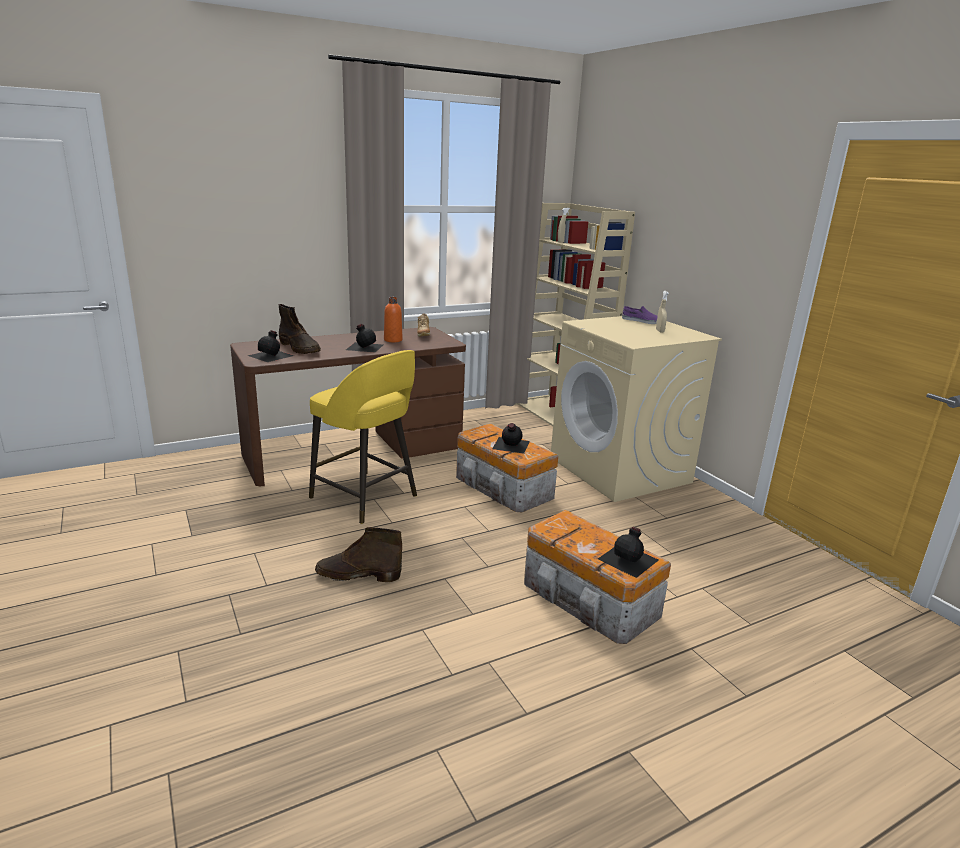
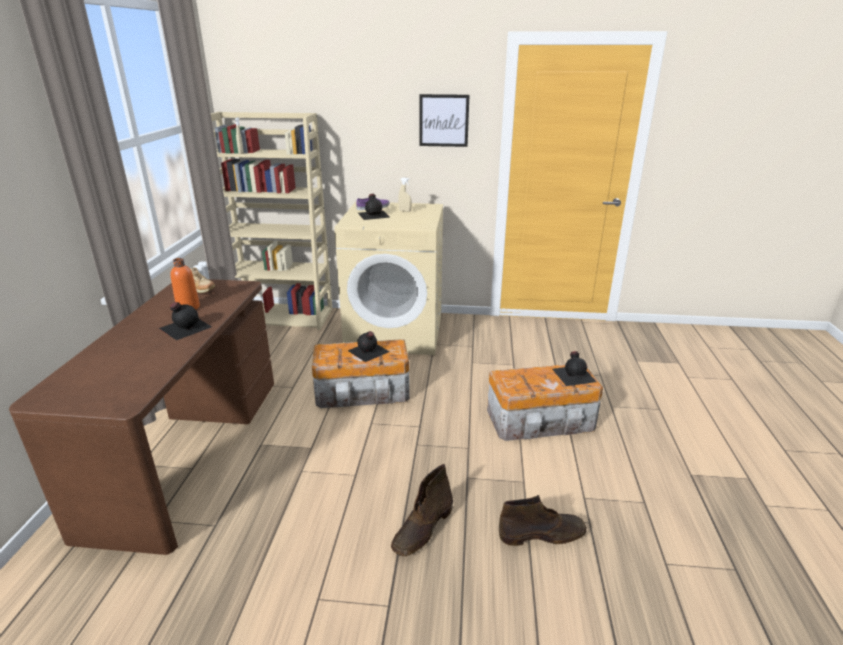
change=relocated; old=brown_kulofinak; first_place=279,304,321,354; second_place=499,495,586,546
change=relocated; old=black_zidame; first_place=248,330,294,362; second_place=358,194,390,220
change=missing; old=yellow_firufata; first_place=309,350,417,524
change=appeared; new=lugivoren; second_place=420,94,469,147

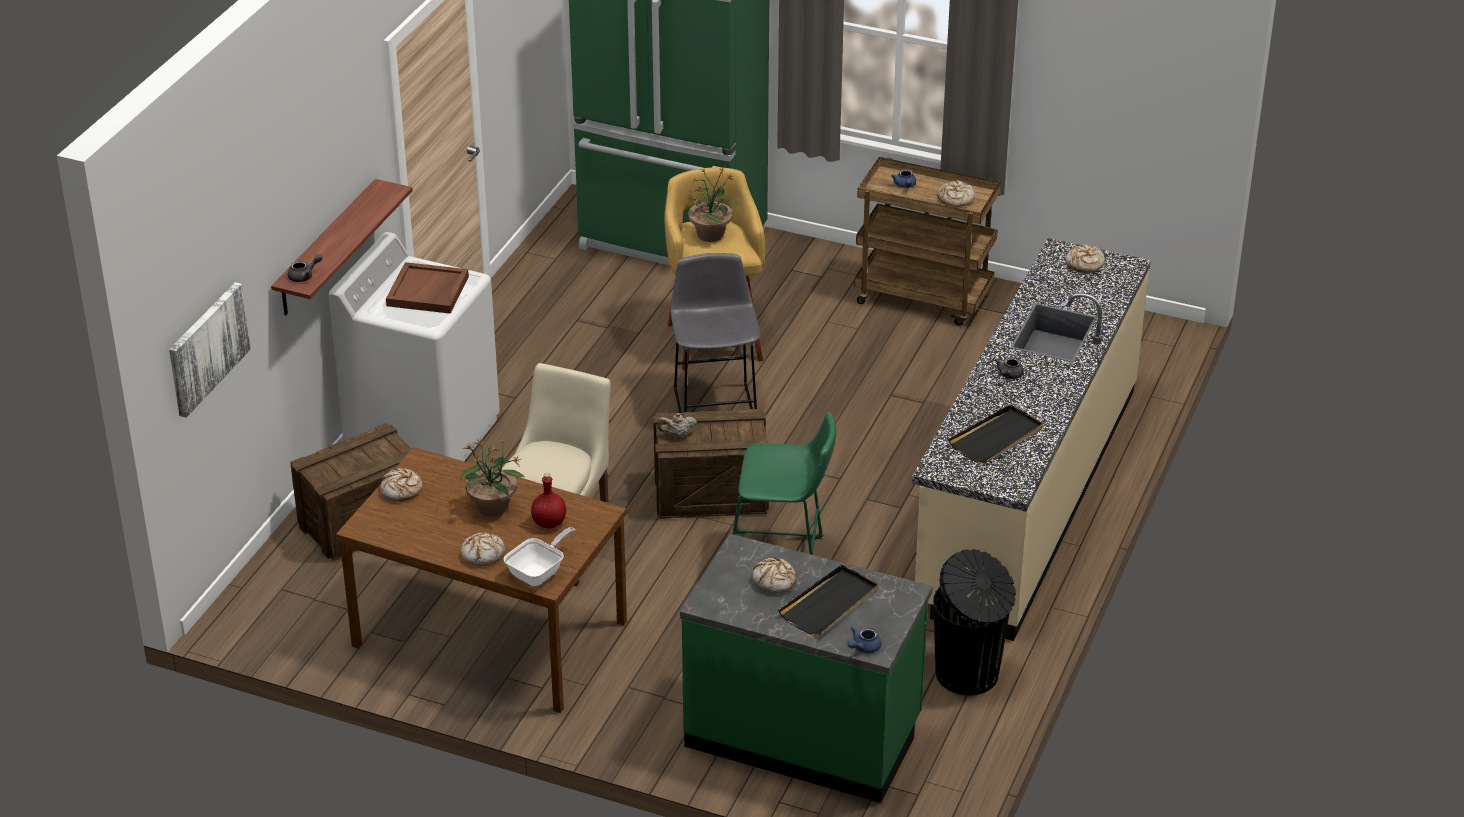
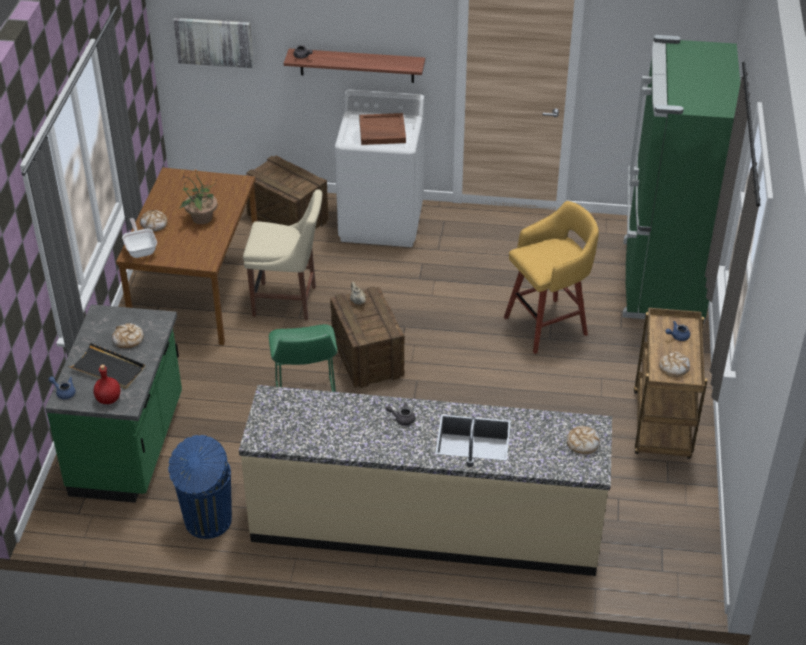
change=missing; old=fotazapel; first_place=688,168,740,242
change=missing; old=grey_firufata; first_place=671,253,760,413
change=missing; old=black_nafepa; first_place=948,404,1043,464
change=missing; old=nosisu; first_place=380,468,423,502
change=relocated; old=red_zidame; first_place=531,473,566,528; second_place=94,365,121,404
change=spun; old=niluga; first_place=504,527,575,586; second_place=122,218,157,258; degrees=-135
change=colour; old=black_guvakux; new=blue_guvakux; first_place=933,549,1016,695; second_place=168,435,232,539

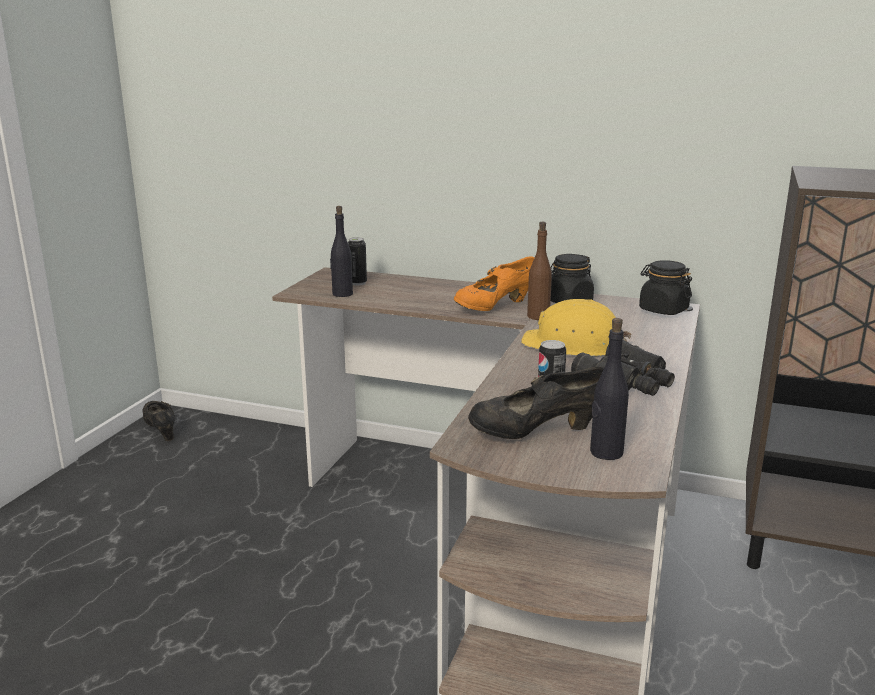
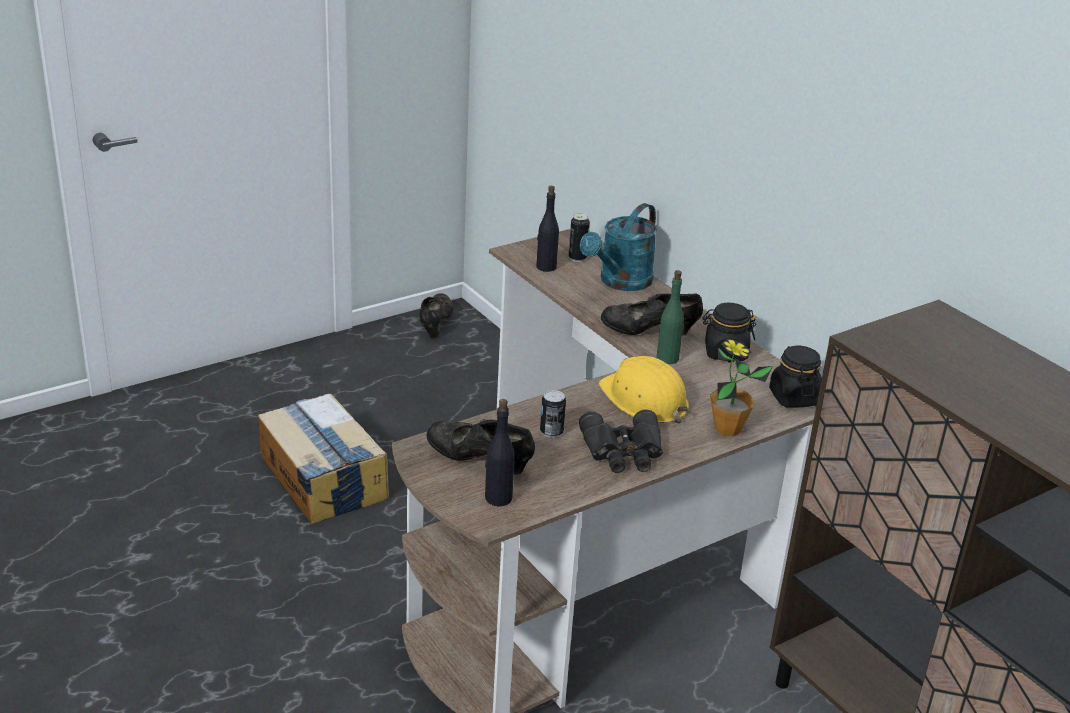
change=colour; old=brown_zidame; new=green_zidame; first_place=527,221,552,320; second_place=656,270,684,364
change=colour; old=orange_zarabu; new=black_zarabu; first_place=454,256,534,311; second_place=601,293,703,336
change=appeared; new=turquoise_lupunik; second_place=580,203,657,291
change=appeared; new=fotazapel; second_place=710,339,773,437
change=appeared; new=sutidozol; second_place=258,394,389,524

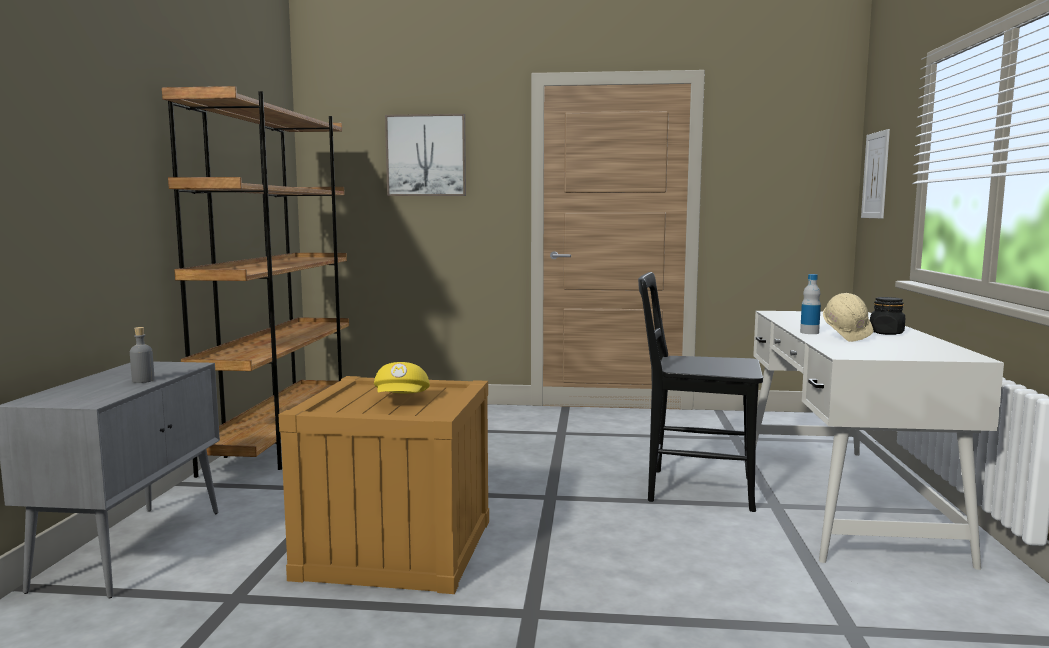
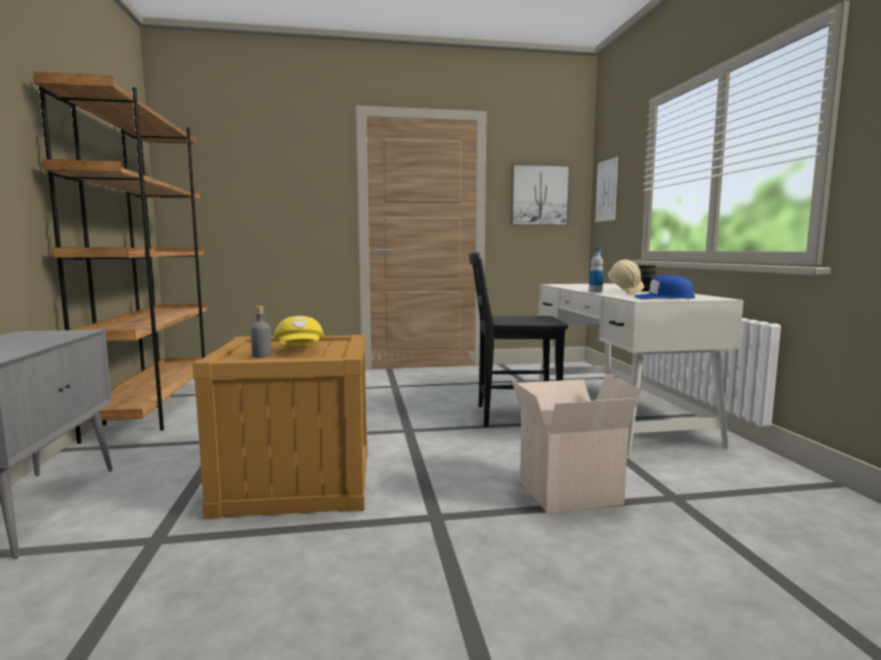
change=relocated; old=lugivoren; first_place=385,114,466,196; second_place=510,163,571,226
change=relocated; old=grey_zidame; first_place=130,327,155,383; second_place=251,306,272,358
change=appeared; new=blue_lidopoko; second_place=634,275,695,299
change=appeared; new=sutidozol; second_place=511,374,642,513

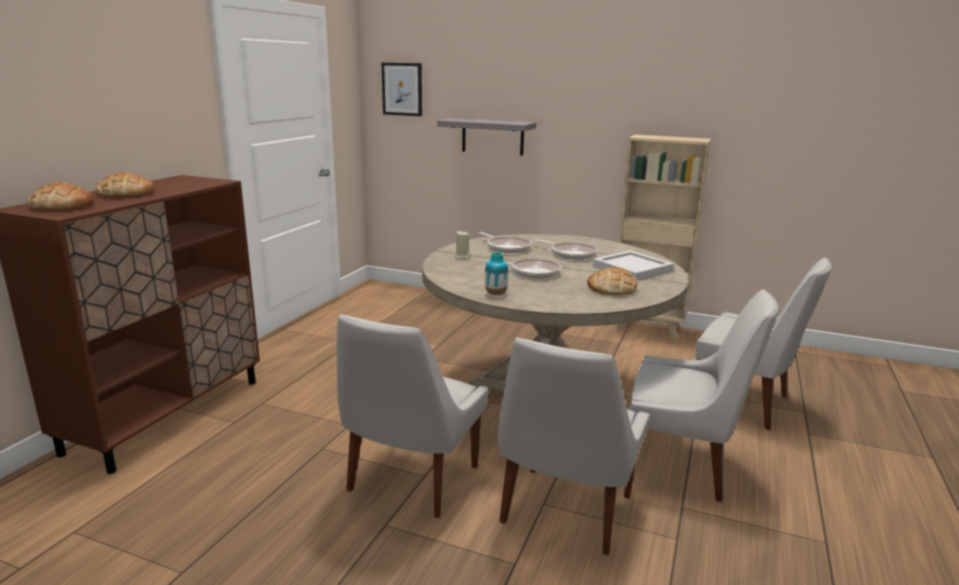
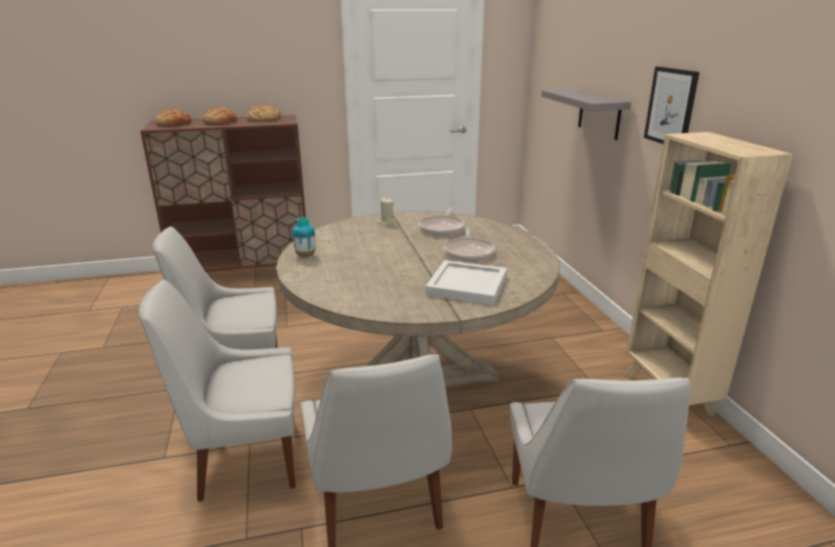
change=relocated; old=lugivoren; first_place=382,63,422,116; second_place=644,67,700,144
change=missing; old=niluga; first_place=484,259,561,279
change=relocated; old=nosisu; first_place=587,267,638,295; second_place=246,105,281,121

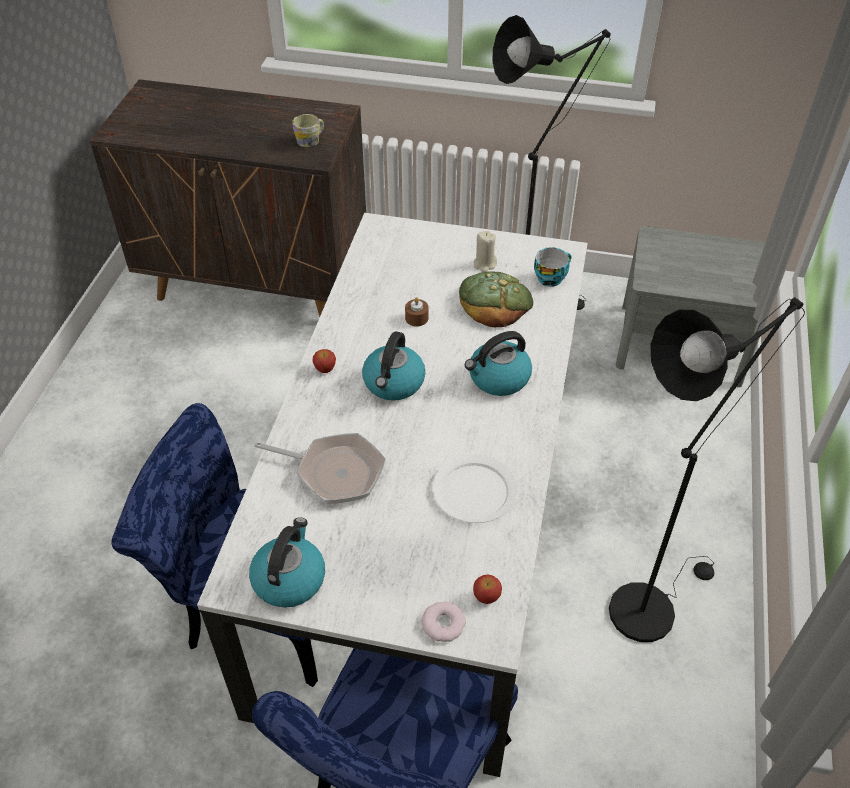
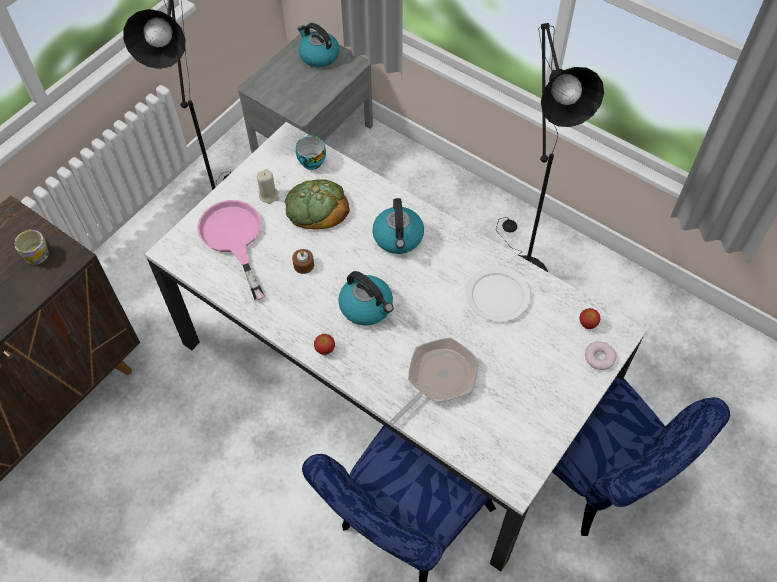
change=relocated; old=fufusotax; first_place=249,517,325,608; second_place=297,23,339,67
change=appeared; new=pink_niluga; second_place=197,200,265,301

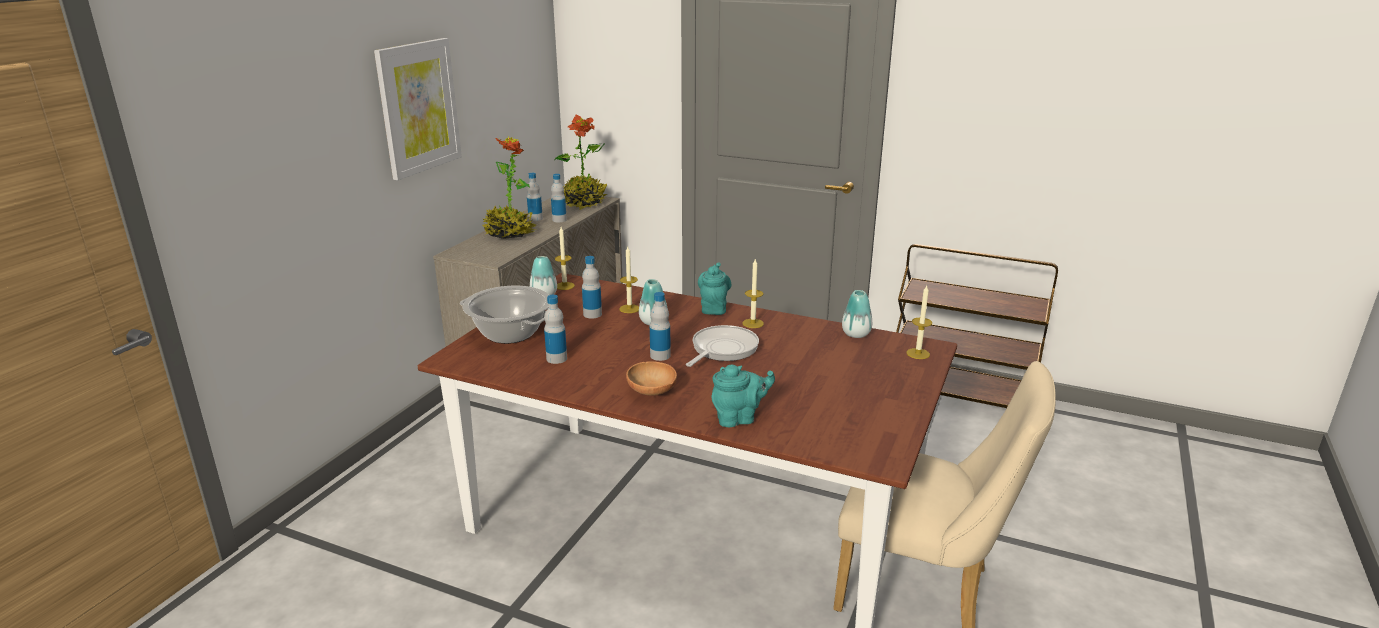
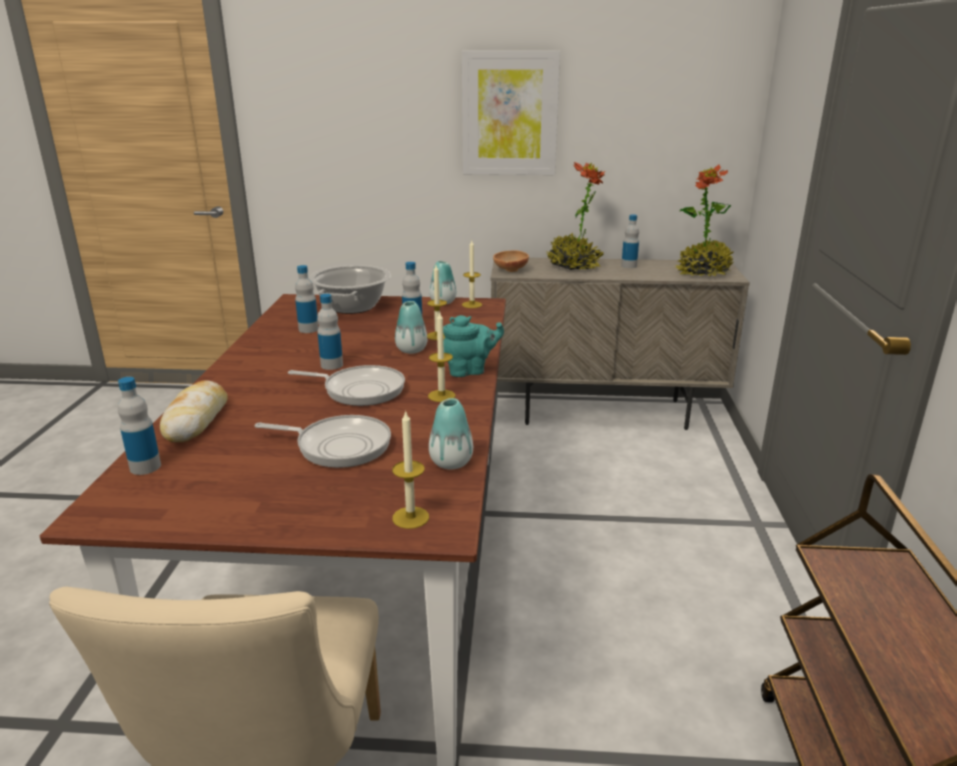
change=relocated; old=zidame; first_place=551,174,567,222; second_place=118,377,161,475
change=relocated; old=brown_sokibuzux; first_place=626,361,677,396; second_place=493,250,529,272
change=exchanged; old=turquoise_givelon; new=nosisu; first_place=711,365,775,427; second_place=160,380,228,443
change=appeared; new=niluga; second_place=255,415,391,468

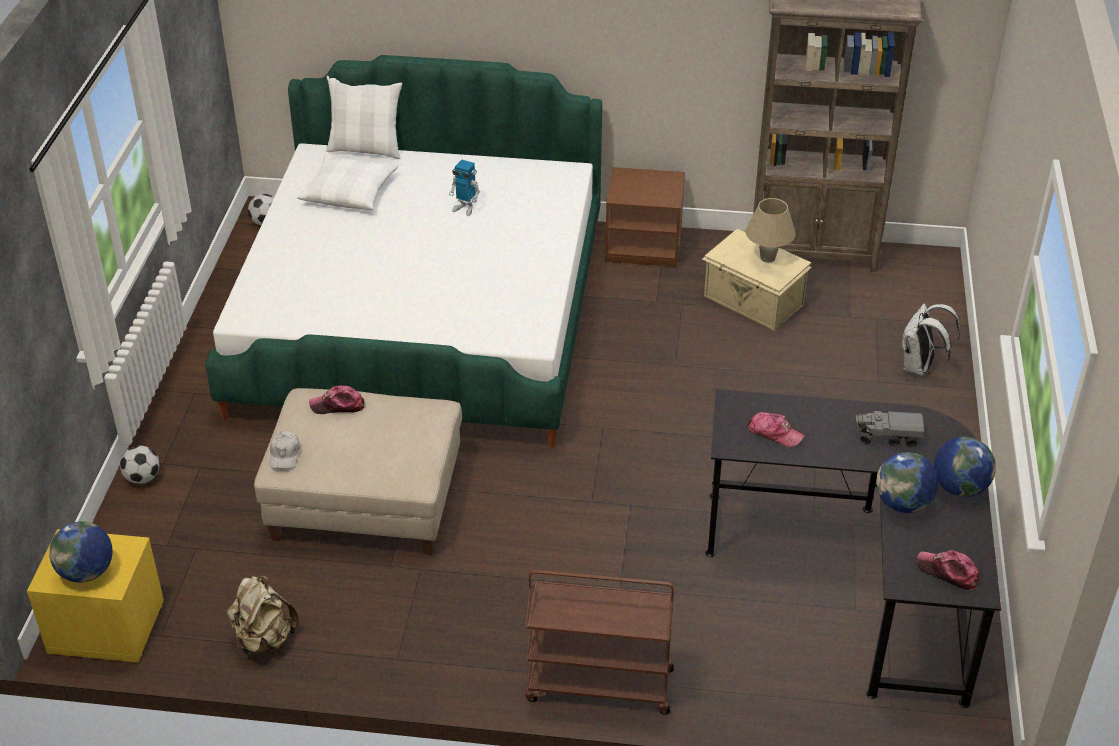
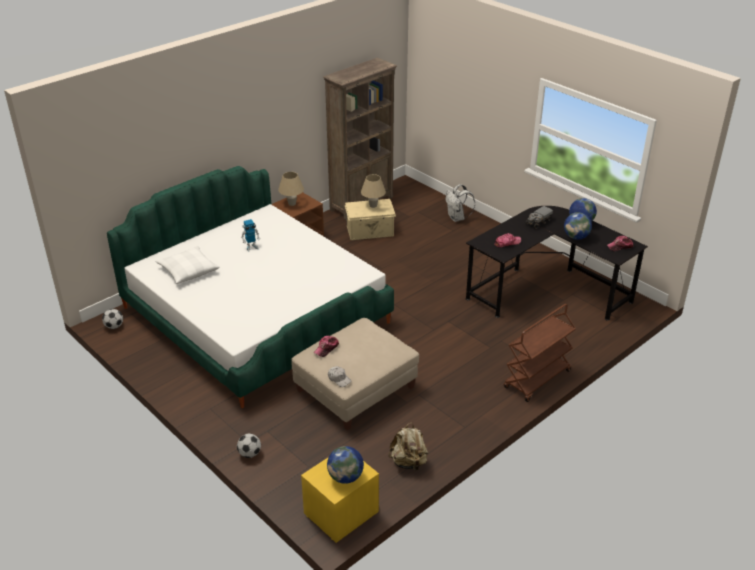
change=missing; old=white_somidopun; first_place=326,76,402,159
change=appeared; new=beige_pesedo; second_place=278,172,304,206

